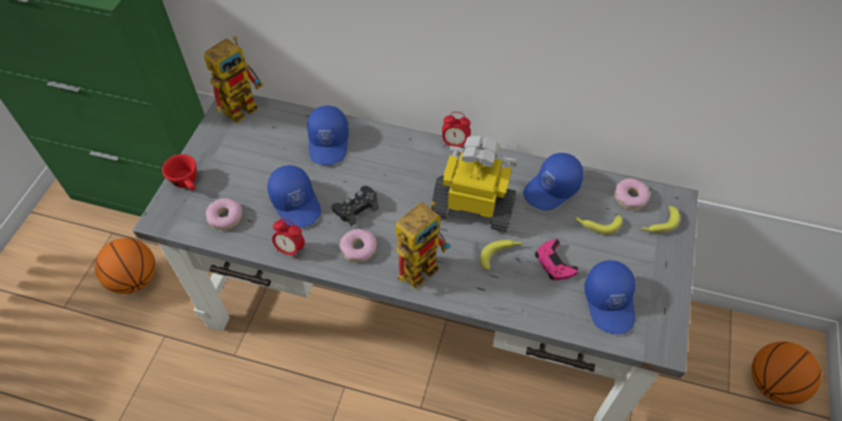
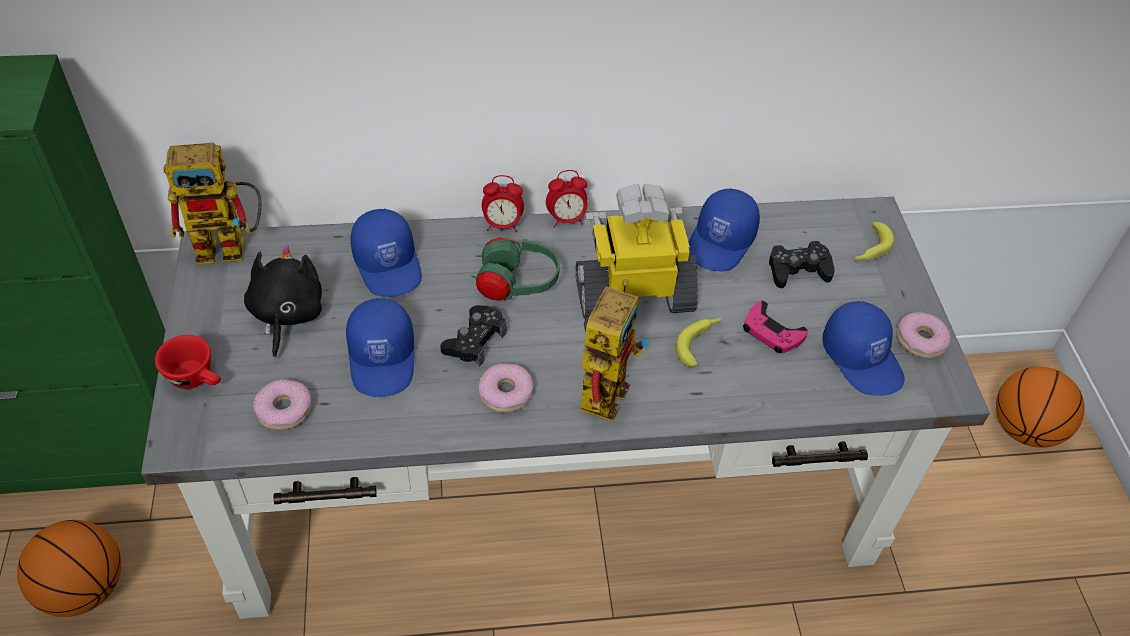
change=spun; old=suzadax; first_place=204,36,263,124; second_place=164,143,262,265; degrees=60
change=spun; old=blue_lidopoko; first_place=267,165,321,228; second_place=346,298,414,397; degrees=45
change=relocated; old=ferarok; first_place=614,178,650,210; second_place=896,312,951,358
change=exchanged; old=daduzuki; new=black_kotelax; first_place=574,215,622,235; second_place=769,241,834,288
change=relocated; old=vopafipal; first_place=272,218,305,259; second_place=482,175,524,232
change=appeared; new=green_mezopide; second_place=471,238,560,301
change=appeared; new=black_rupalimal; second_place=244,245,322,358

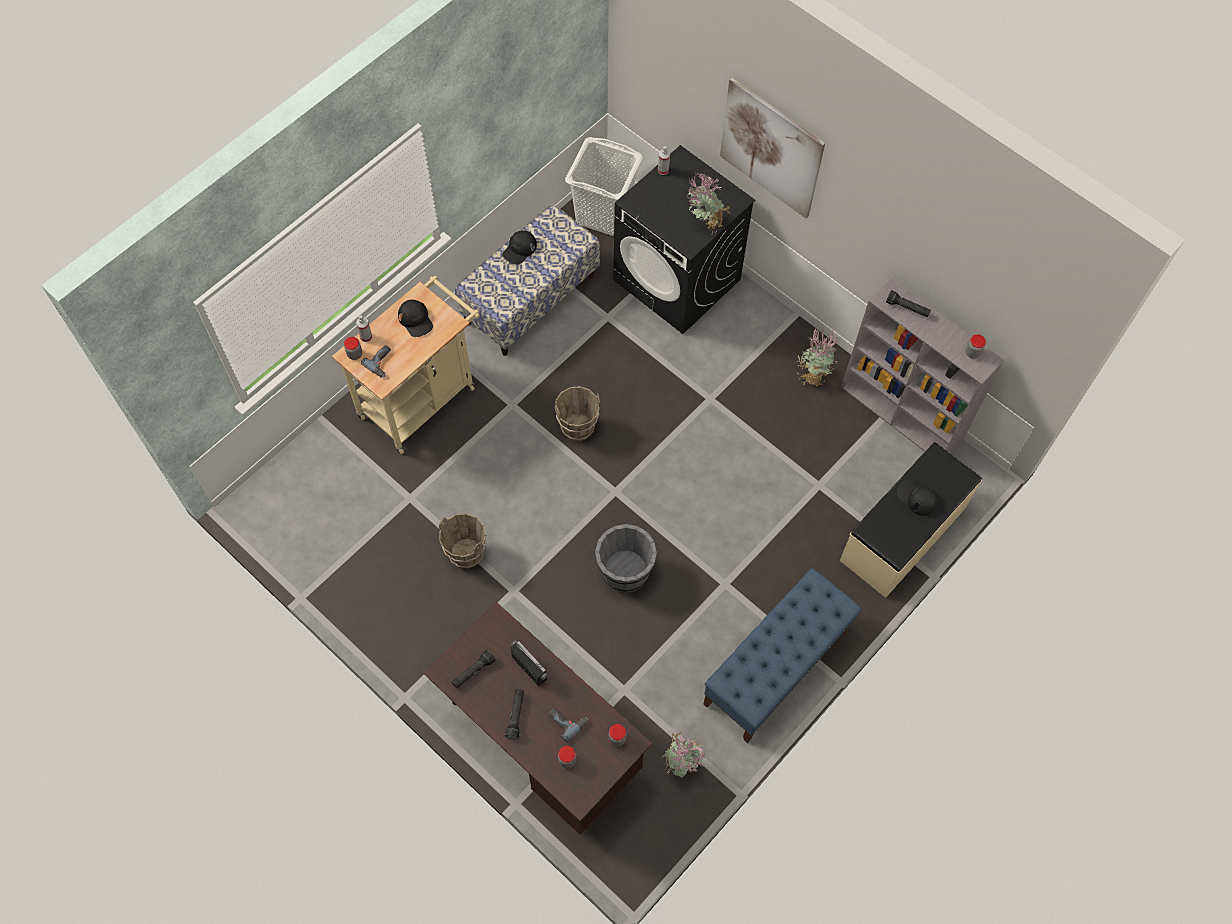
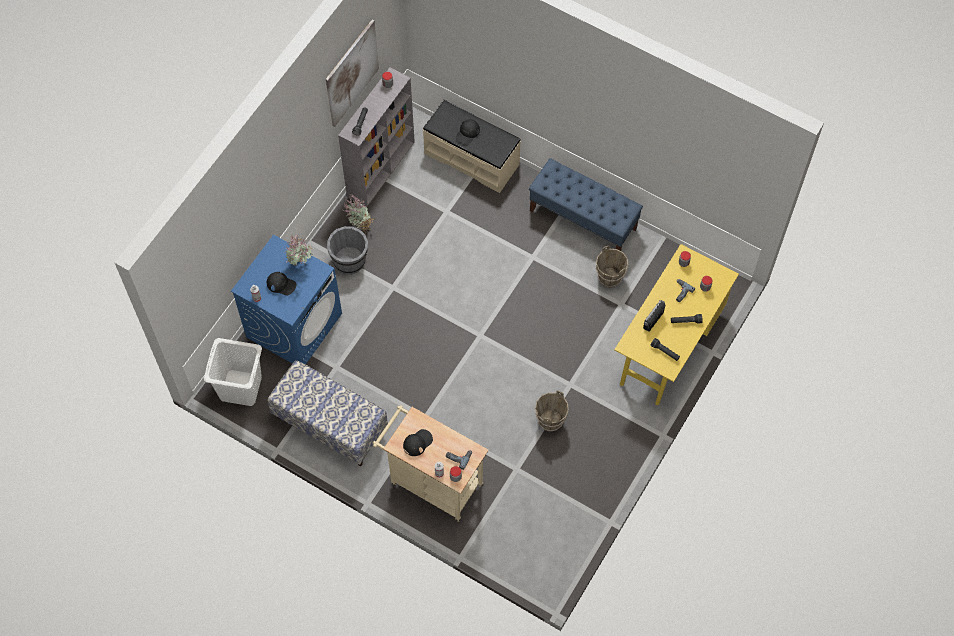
change=relocated; old=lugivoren; first_place=720,78,825,219; second_place=326,20,379,127
change=colour; old=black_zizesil; new=blue_zizesil; first_place=613,145,755,334; second_place=231,235,342,364
change=relocated; old=black_lidopoko; first_place=502,230,537,264; second_place=266,272,296,295
change=relocated; old=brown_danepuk; first_place=555,386,600,441; second_place=596,246,628,288
change=relocated; old=grey_danepuk; first_place=595,524,657,593; second_place=327,226,368,274
change=colour; old=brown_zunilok; new=yellow_zunilok; first_place=423,602,653,835; second_place=614,244,739,405
change=missing; old=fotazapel; first_place=661,731,705,778

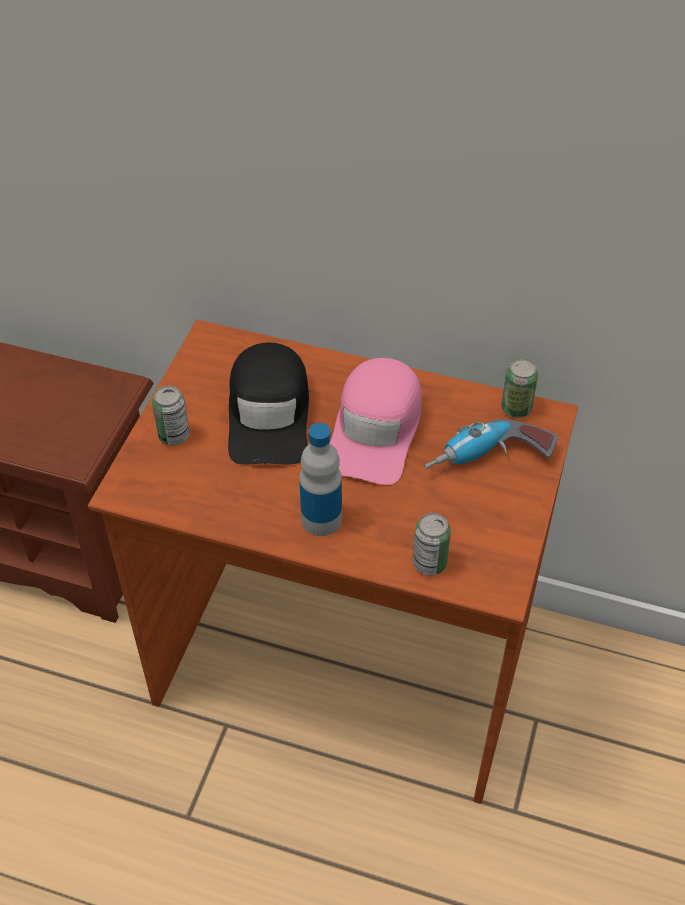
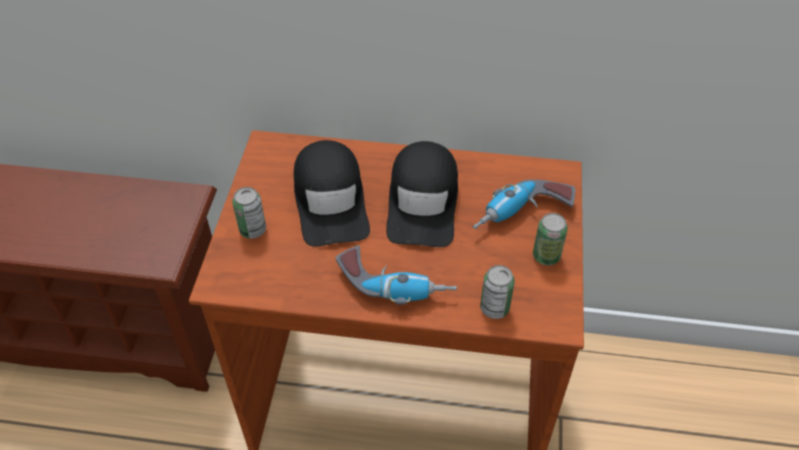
change=colour; old=pink_lidopoko; new=black_lidopoko; first_place=330,358,422,485; second_place=386,141,458,247
change=relocated; old=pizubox; first_place=501,358,538,418; second_place=533,213,568,265
change=exchanged; old=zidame; new=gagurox; first_place=299,423,342,536; second_place=336,245,457,305

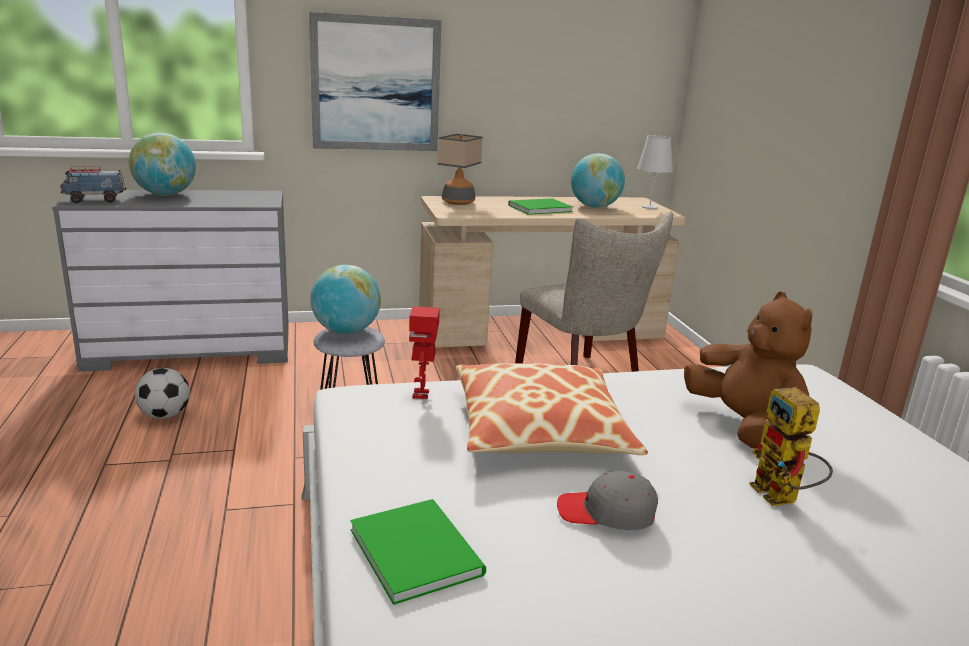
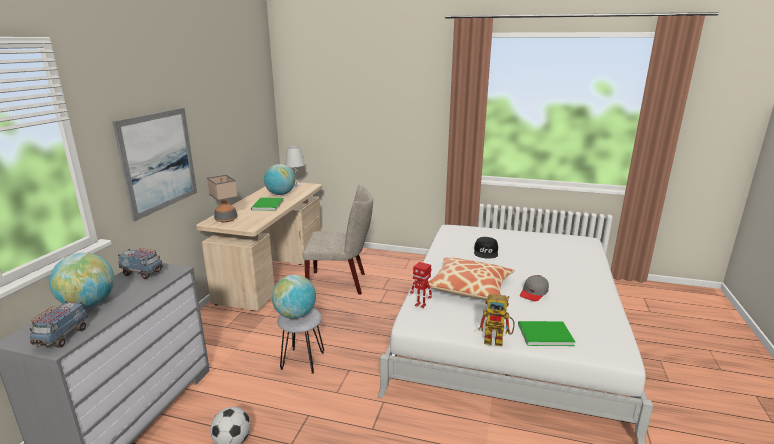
change=exchanged; old=brown_rupalimal; new=black_lidopoko; first_place=684,292,813,449; second_place=474,237,498,259
change=relocated; old=suzadax; first_place=749,387,833,506; second_place=478,294,515,346
change=appeared; new=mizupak; second_place=118,248,164,279

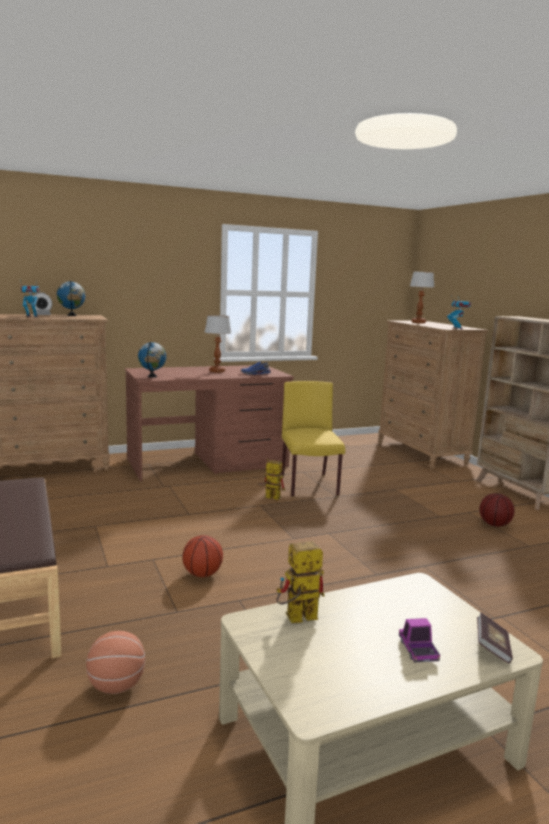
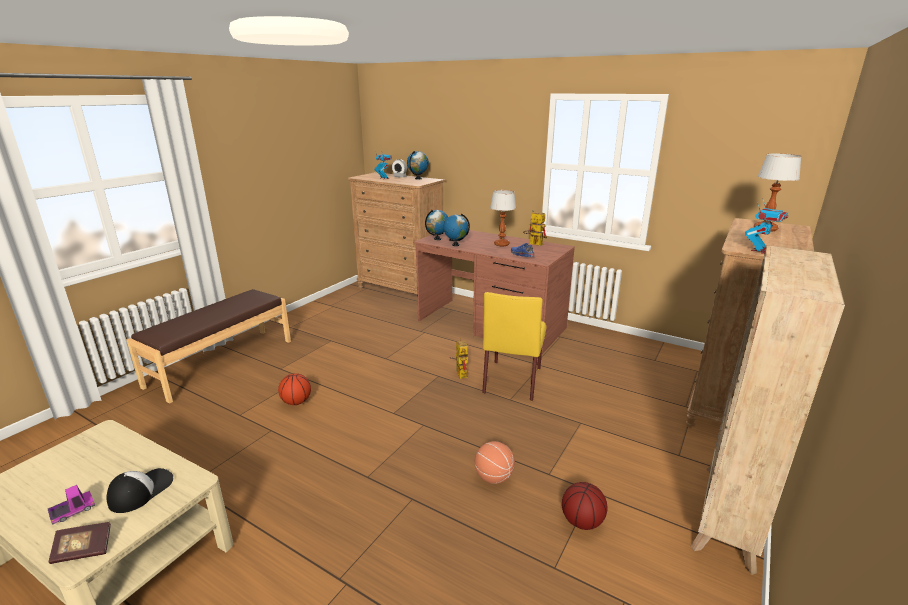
change=spun; old=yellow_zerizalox; first_place=281,381,346,497; second_place=482,292,546,401; degrees=150
change=relocated; old=suzadax; first_place=276,541,325,623; second_place=523,210,547,246
change=relocated; old=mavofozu; first_place=86,631,145,694; second_place=474,441,515,484
change=appeared; new=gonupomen; second_place=443,214,470,246
change=appeared; new=lidopoko; second_place=107,468,173,513

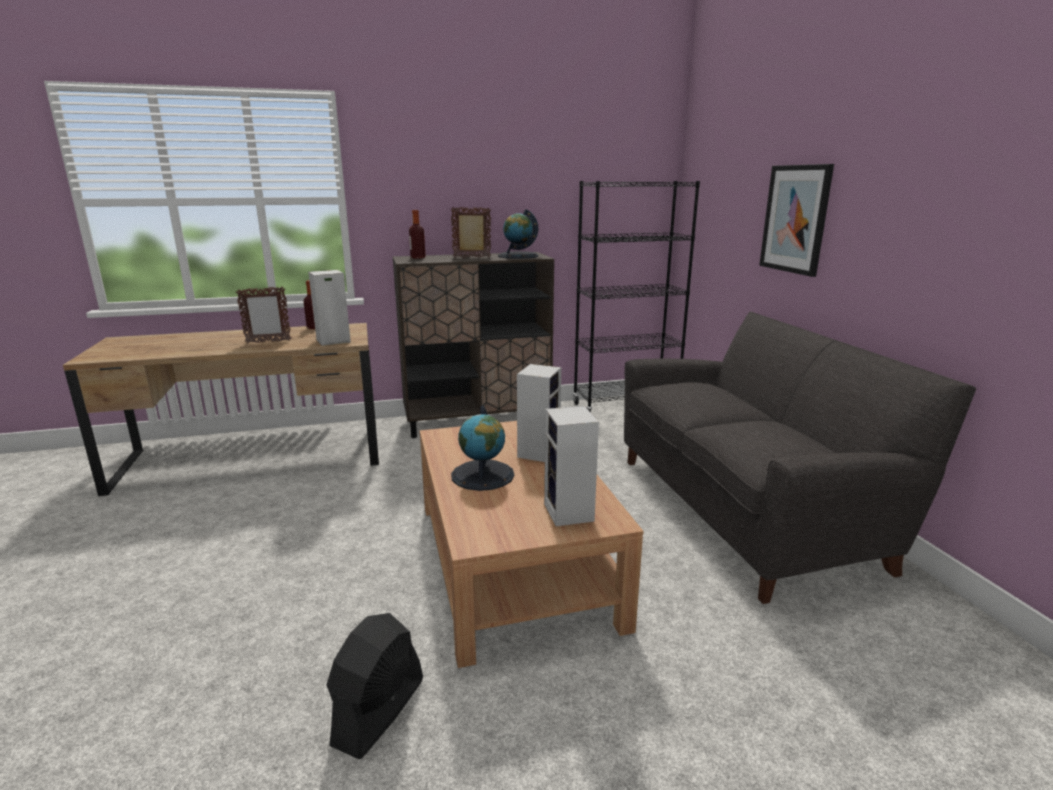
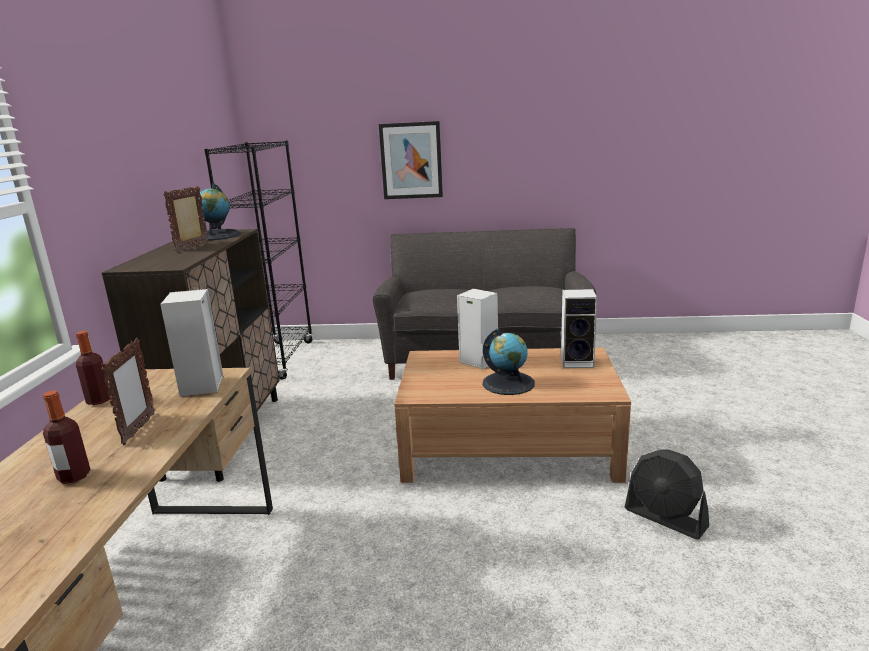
change=relocated; old=zidame; first_place=409,210,426,259; second_place=43,391,91,484

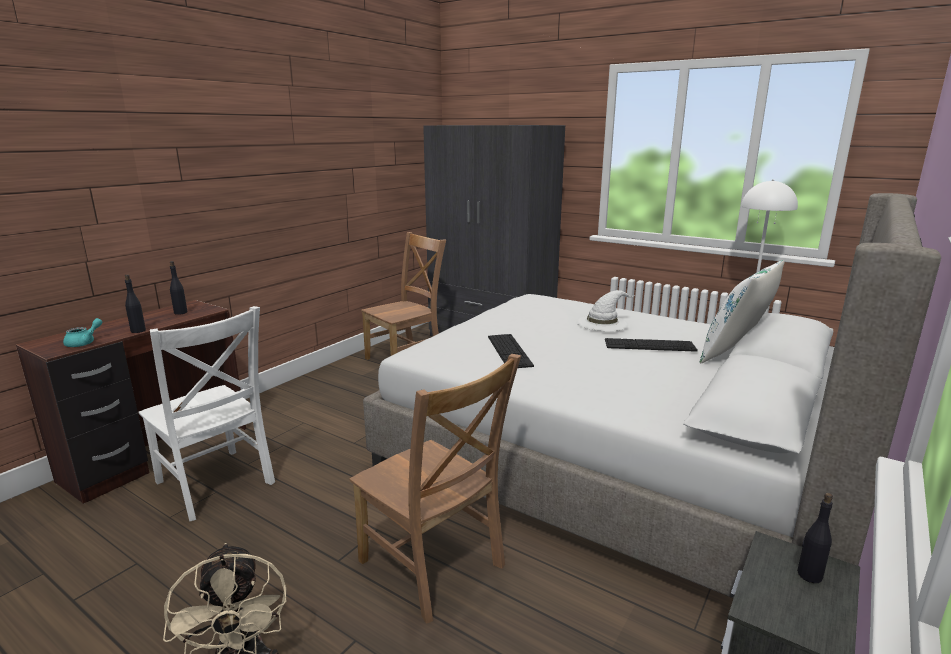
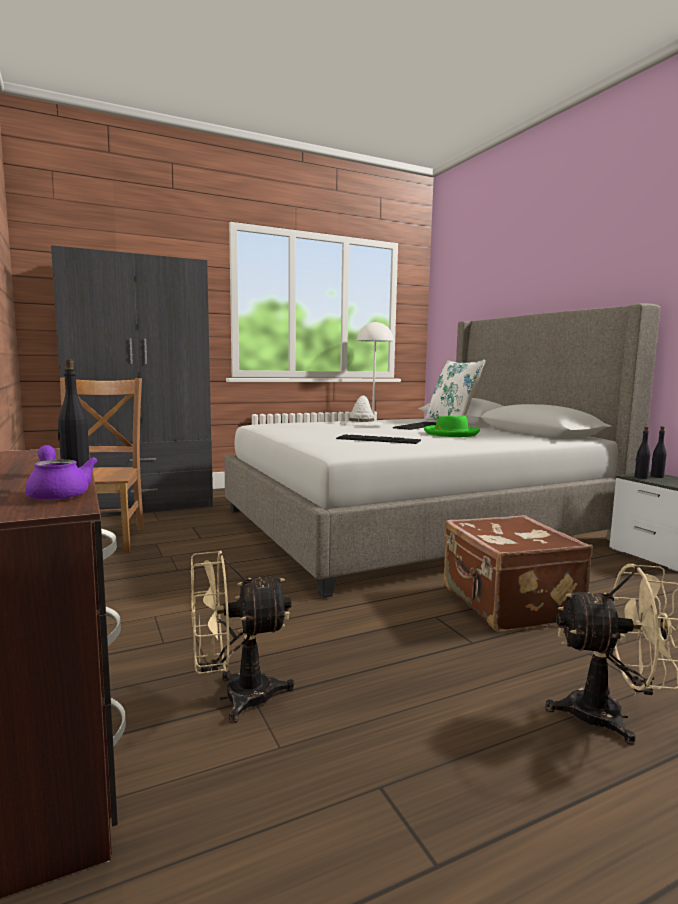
change=relocated; old=black_zidame; first_place=170,261,188,315; second_place=635,427,650,479
change=exchanged; old=white_zerizalox; new=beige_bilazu; first_place=139,306,275,521; second_place=191,551,295,723
change=colour; old=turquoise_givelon; new=purple_givelon; first_place=63,318,102,347; second_place=25,445,98,501
change=exchanged; old=brown_zerizalox; new=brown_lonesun; first_place=350,354,521,624; second_place=443,515,593,633
change=appeared; new=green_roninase; second_place=424,415,480,437

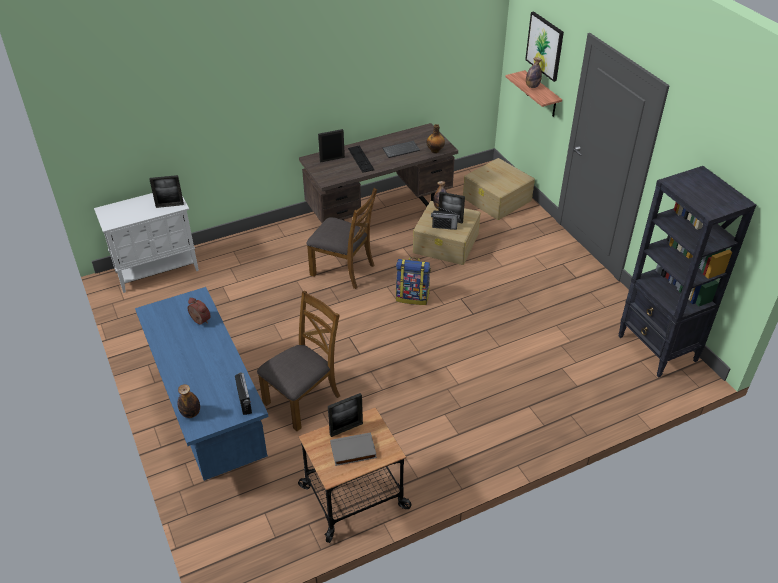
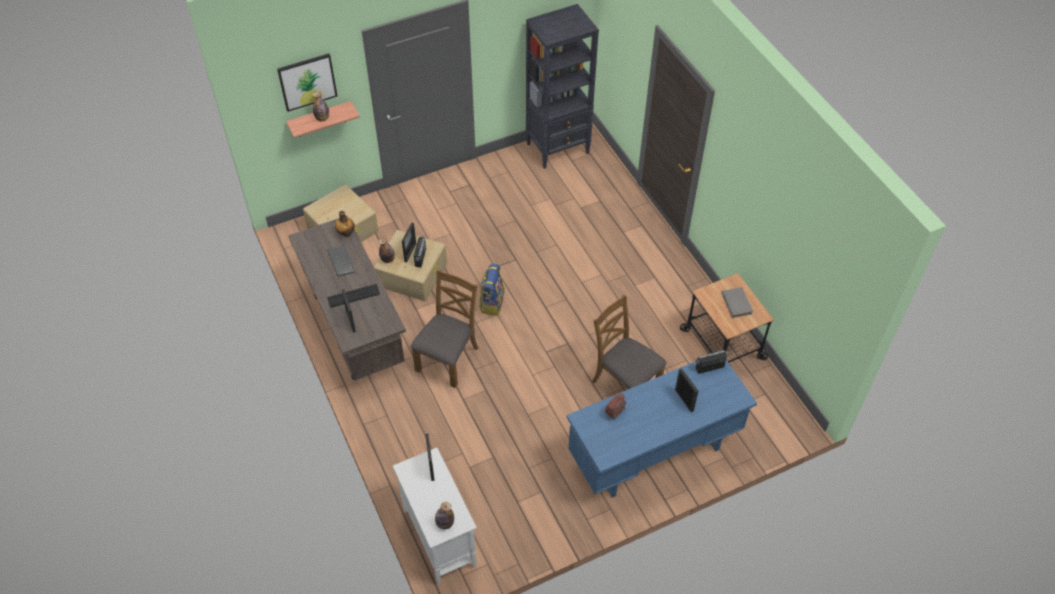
change=relocated; old=zidame; first_place=177,384,200,418; second_place=435,502,454,530
change=relocated; old=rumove; first_place=328,393,363,437; second_place=675,368,698,412

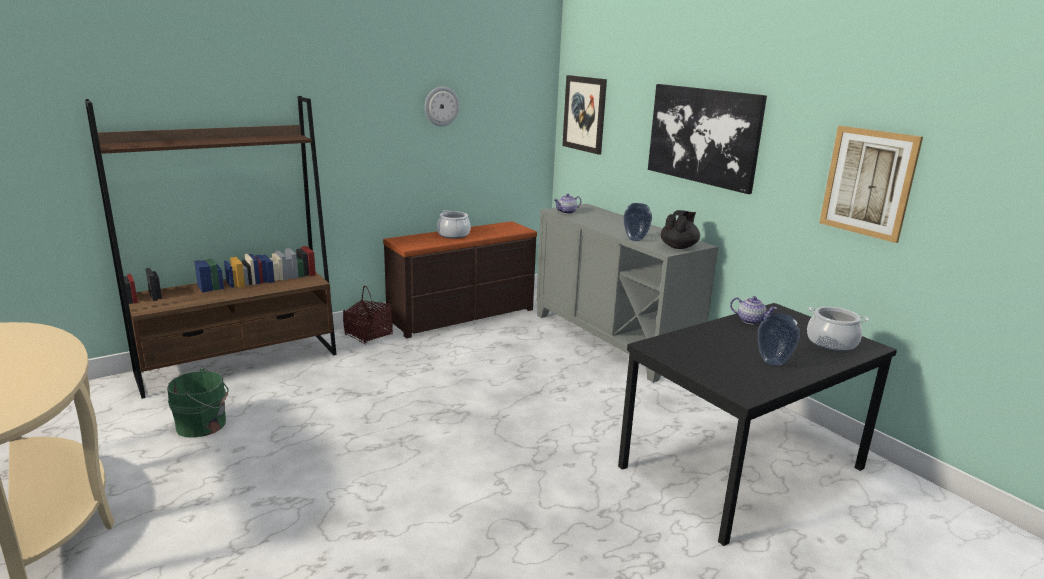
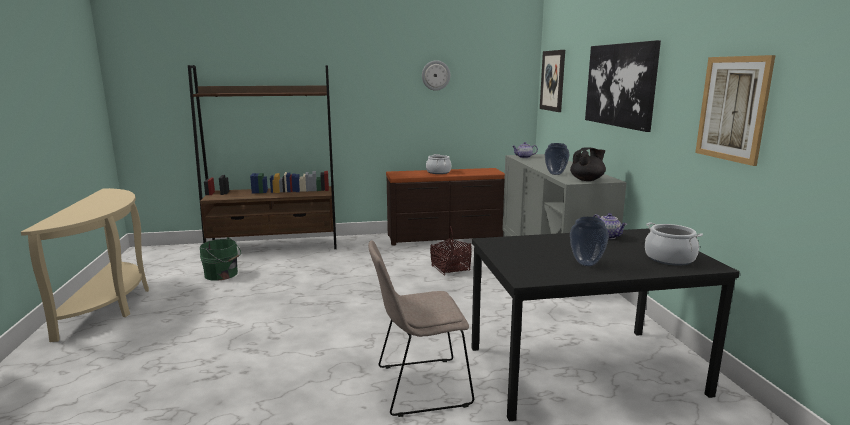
change=relocated; old=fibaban; first_place=343,286,393,345; second_place=430,226,471,276
change=appeared; new=beige_zerizalox; second_place=368,240,474,417

